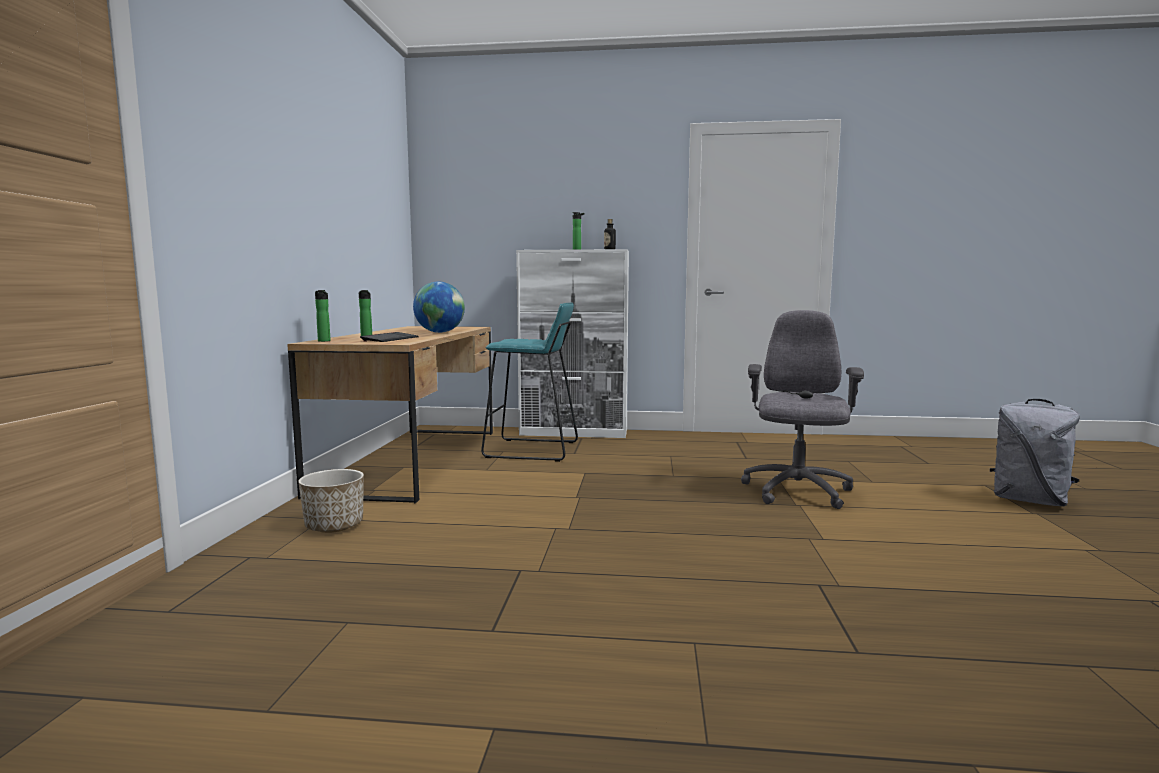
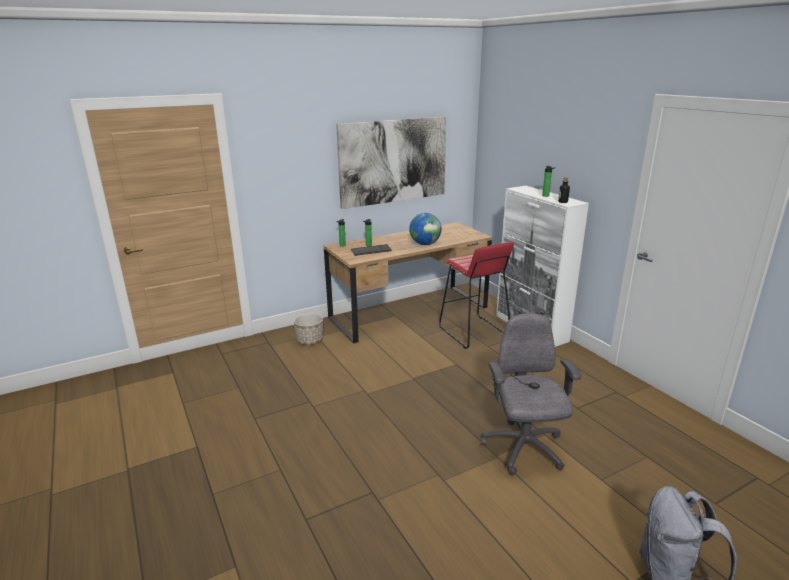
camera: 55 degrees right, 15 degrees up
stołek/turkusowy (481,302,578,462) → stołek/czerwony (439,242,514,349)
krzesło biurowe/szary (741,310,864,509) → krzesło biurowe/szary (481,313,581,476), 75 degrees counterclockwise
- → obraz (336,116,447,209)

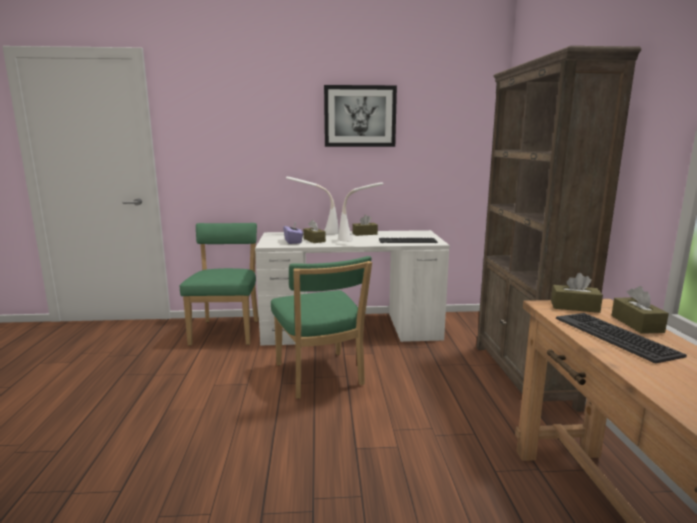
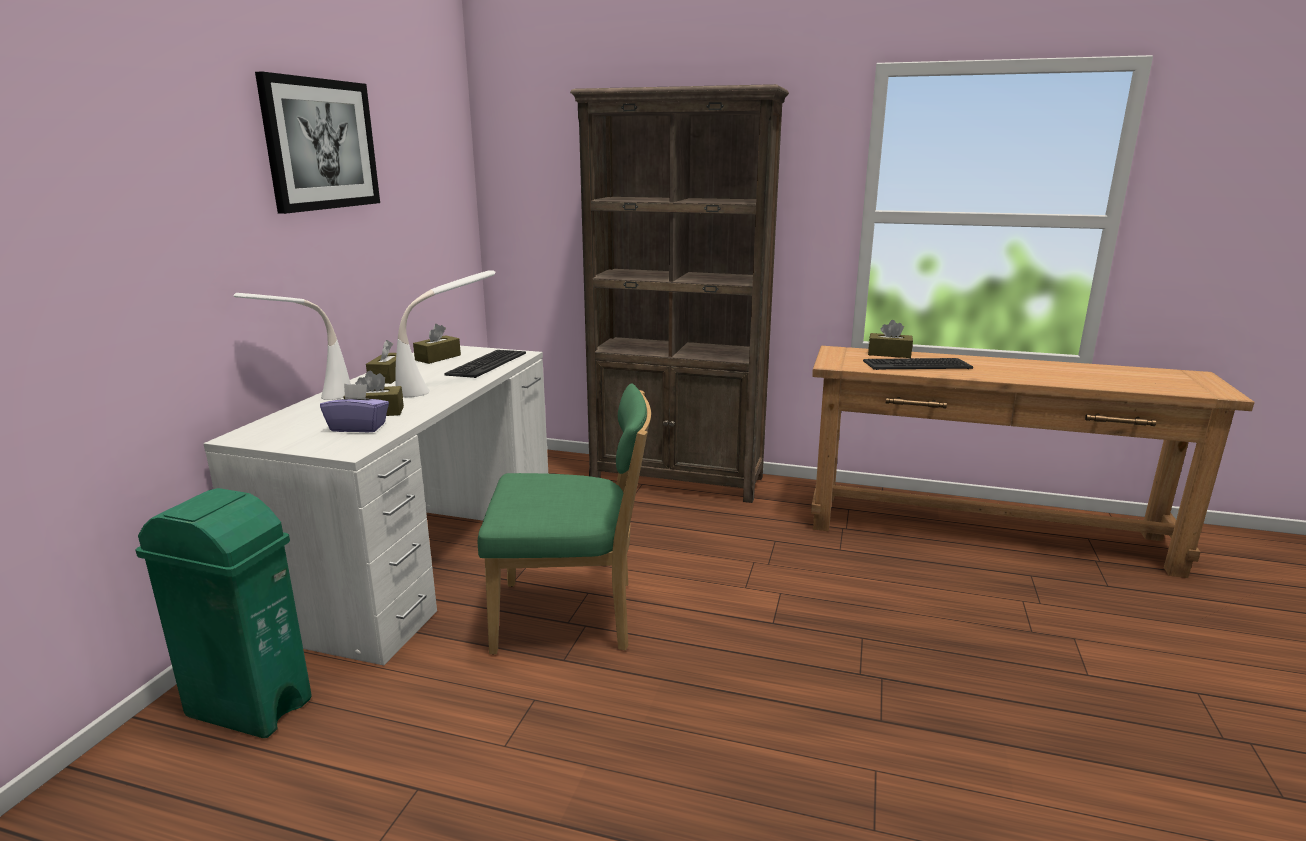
camera: 70 degrees left, 5 degrees up
krzesło/zielony (180,223,259,346) → kosz na śmieci/zielony (135,488,312,738)
pudełko chusteczek/brązowy (551,273,603,313) → pudełko chusteczek/brązowy (413,324,461,364), shifted

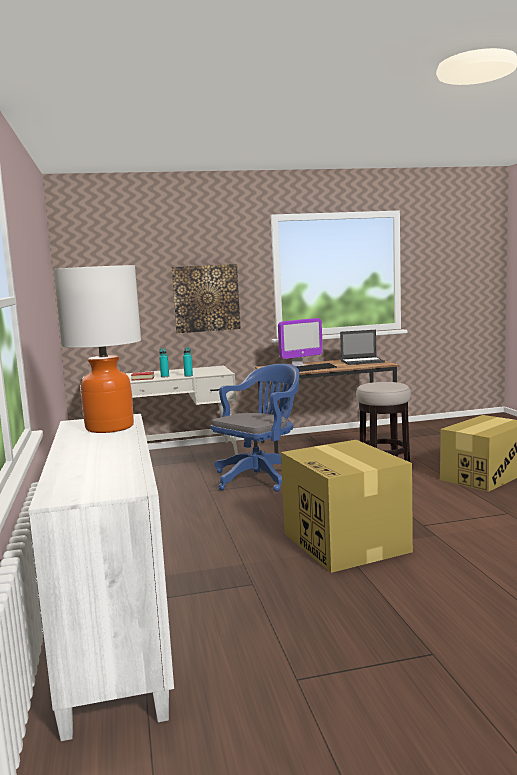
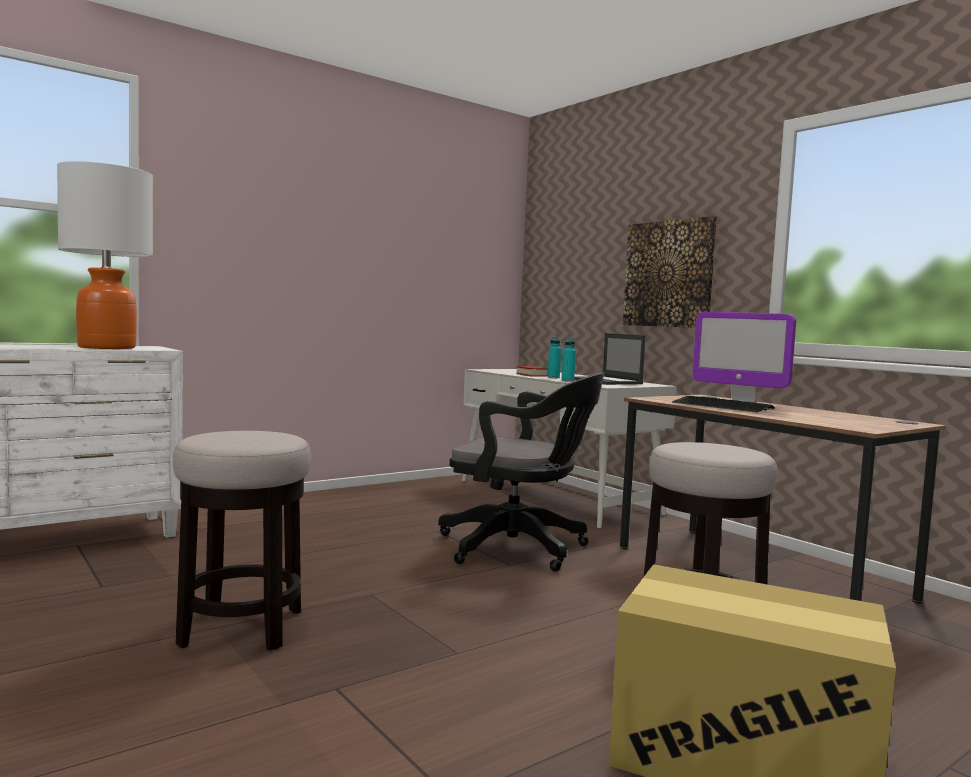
camera: 65 degrees right, 5 degrees down
krzesło biurowe/niebieski (211,364,299,492) → krzesło biurowe/czarny (438,372,605,572)
karton (281,440,413,573) → stołek (173,431,311,650)
laptop (340,330,385,365) → laptop (574,333,645,385), shifted

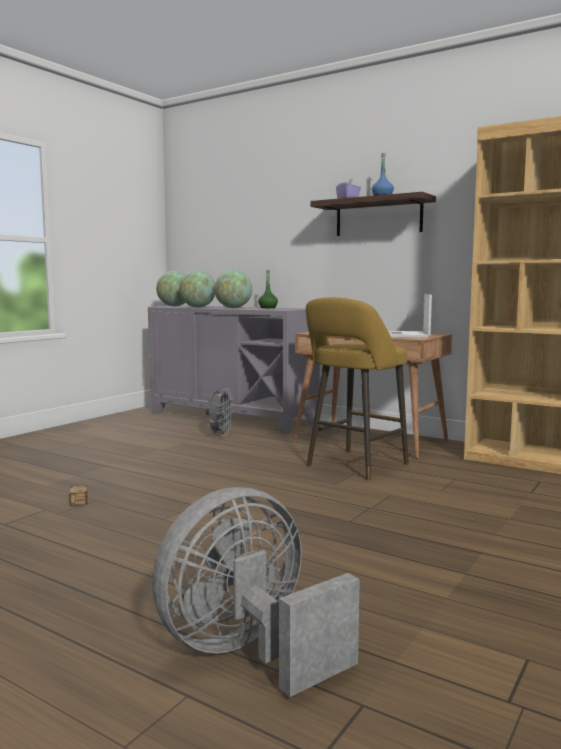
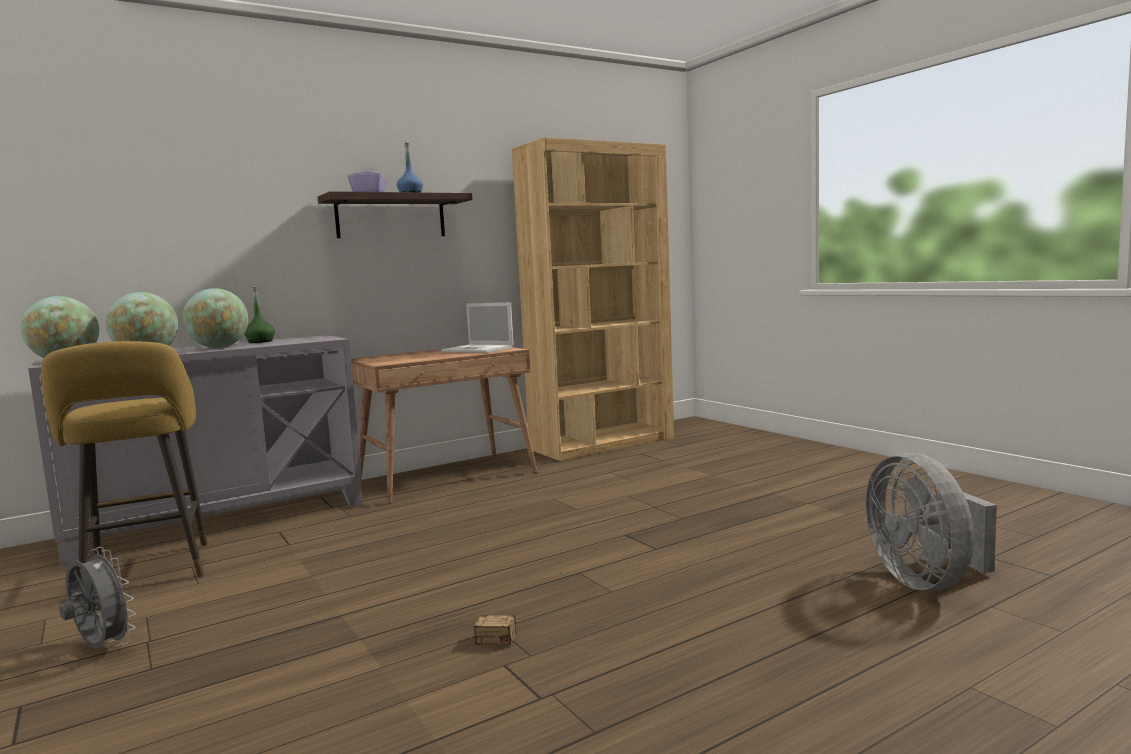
camera: 65 degrees left, 0 degrees up
wentylator/szary (206,388,234,436) → wentylator/szary (59,547,136,649), shifted
stołek/żółty (306,297,409,480) → stołek/żółty (41,341,207,577), shifted

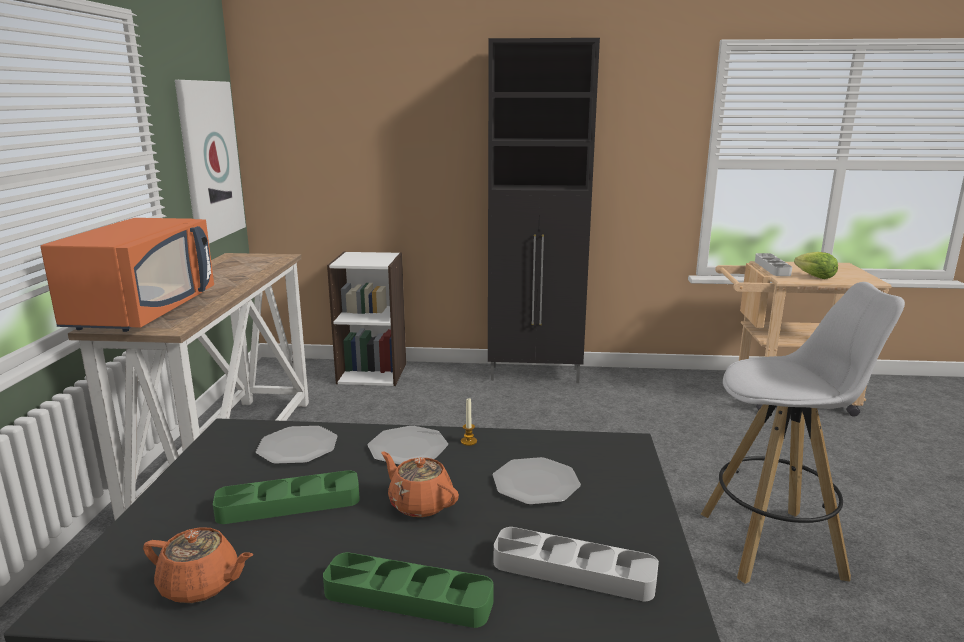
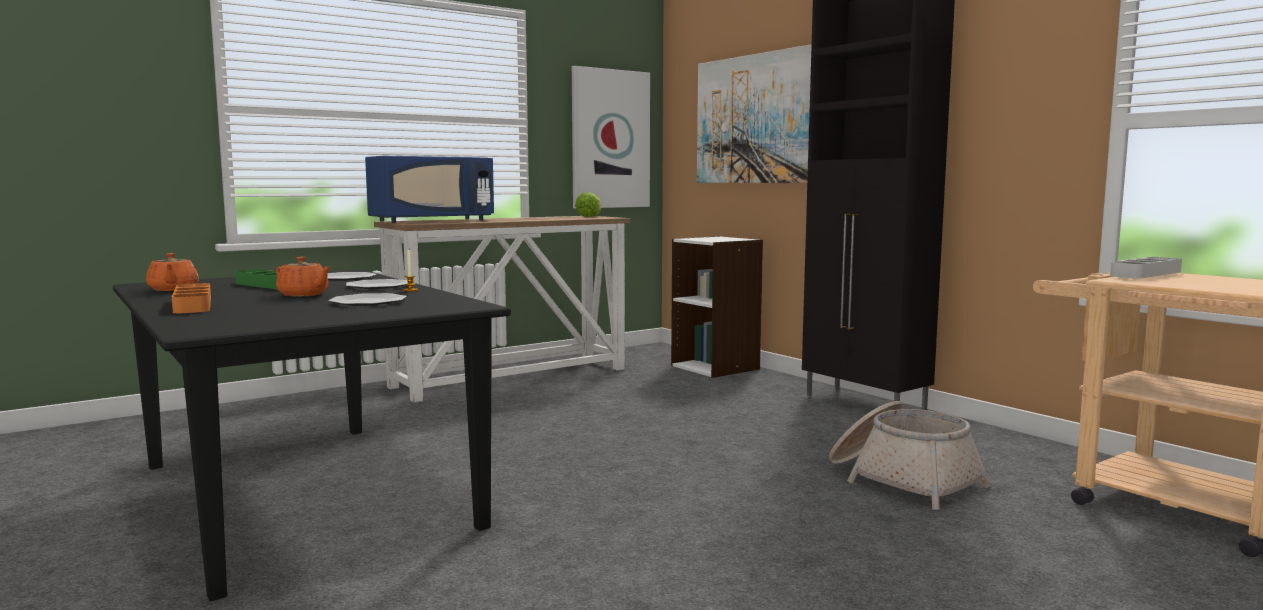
camera: 50 degrees right, 10 degrees down
mikrofalówka/pomarańczowy (40,218,214,332) → mikrofalówka/niebieski (365,156,494,223)
taca/zielony (323,552,493,628) → taca/pomarańczowy (172,283,211,313)
imbryk/pomarańczowy (381,452,459,517) → imbryk/pomarańczowy (276,257,331,297), 120 degrees clockwise
taca/szary (494,527,659,601) → -
stołek/biały (701,282,905,584) → -
sałata (794,252,838,279) → sałata (575,192,601,217), shifted
- → obraz (697,44,812,183)
- → koszyk (829,401,991,510)

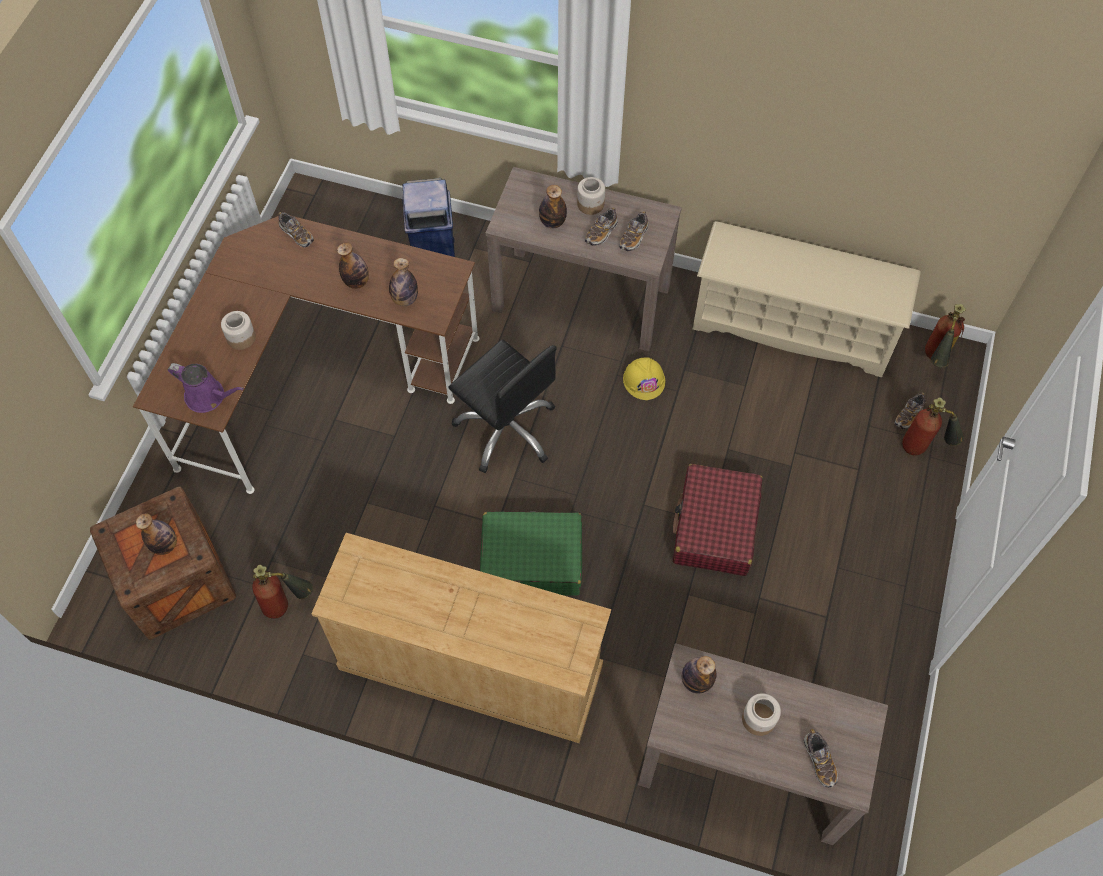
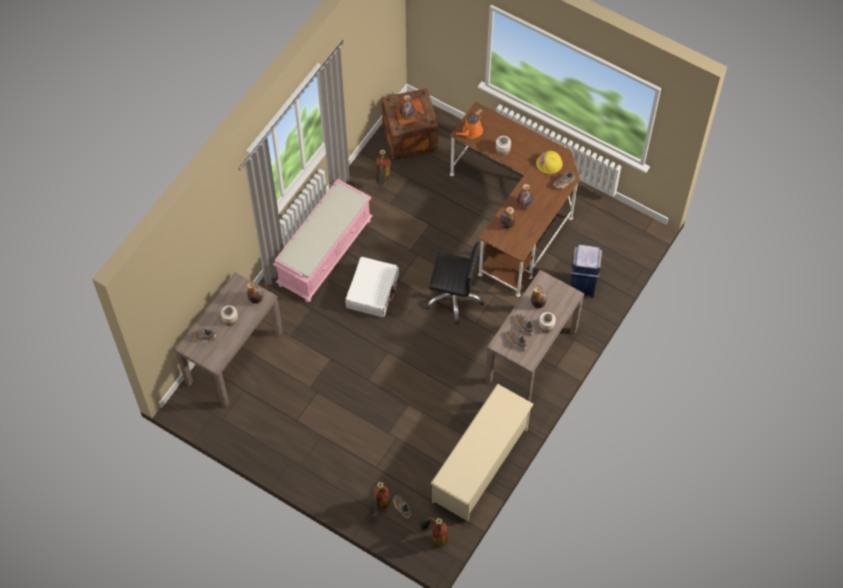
camera: 105 degrees right, 0 degrees up
konewka/fioletowy (168,363,244,413) → konewka/pomarańczowy (455,109,483,139)
komoda/beżowy (311,533,611,743) → ławka/różowy (273,179,373,302)
krzesło biurowe/czarny (448,339,557,473) → krzesło biurowe/czarny (425,242,485,324), 135 degrees counterclockwise
walizka/zielony (480,511,582,595) → walizka/biały (345,256,399,318)
kask/żółty (623,358,666,400) → kask/żółty (536,151,563,174), shifted
walizka/czerwony (673,464,763,576) → -

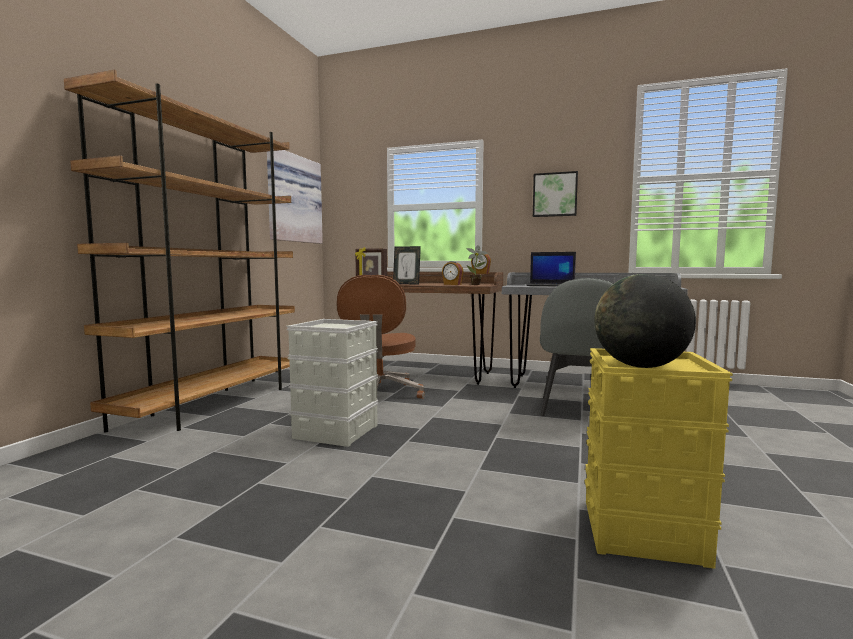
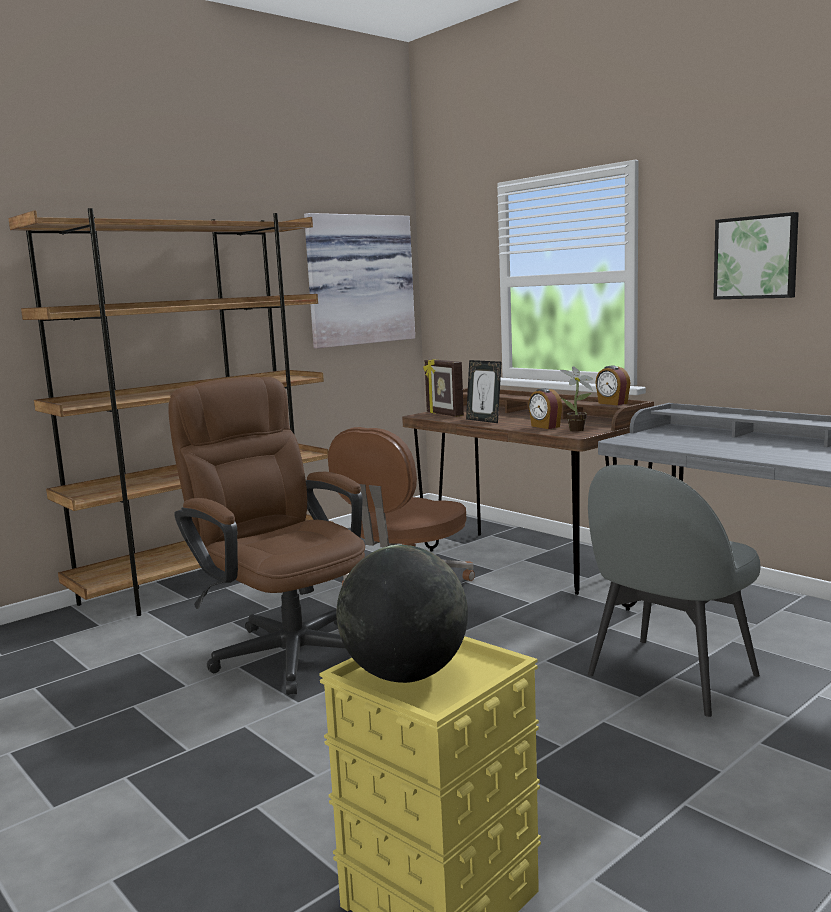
camera: 30 degrees right, 5 degrees up
pojemnik do przechowywania/szary (287,319,379,447) → krzesło biurowe/brązowy (168,377,365,695)
laptop (526,252,576,286) → -

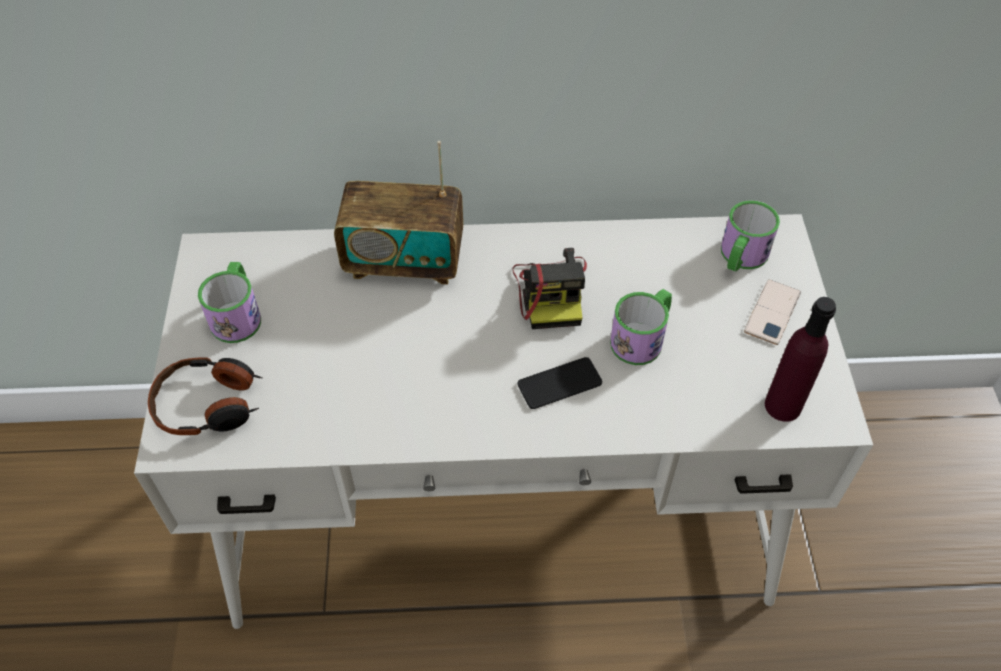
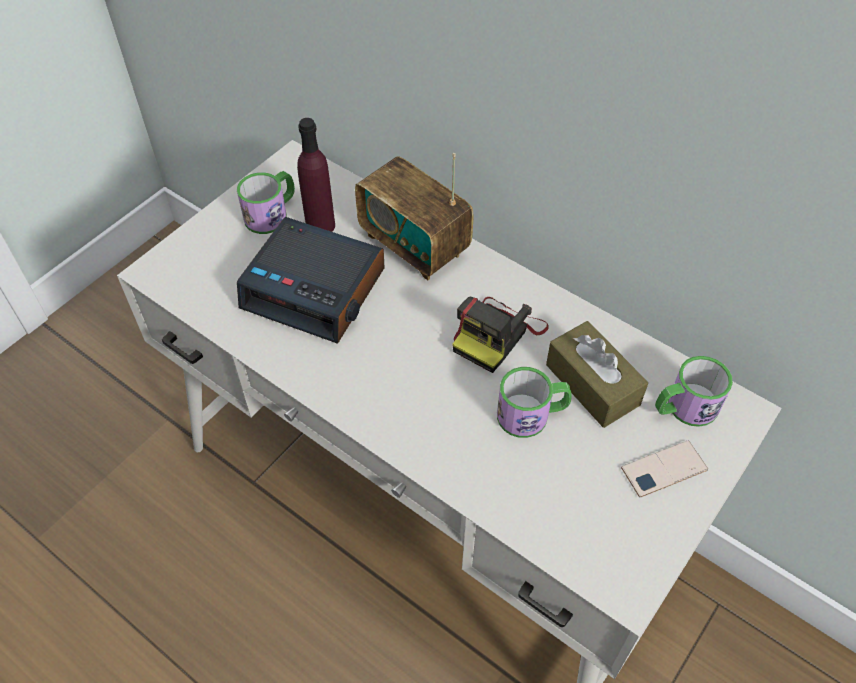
camera: 40 degrees right, 0 degrees up
słuchawki (148,357,263,435) → -
telefon (518,357,602,409) → -
butelka/fioletowy (765,297,836,422) → butelka/fioletowy (297,118,335,232), shifted
- → budzik (237,217,385,344)
- → pudełko chusteczek/brązowy (546,321,648,428)

